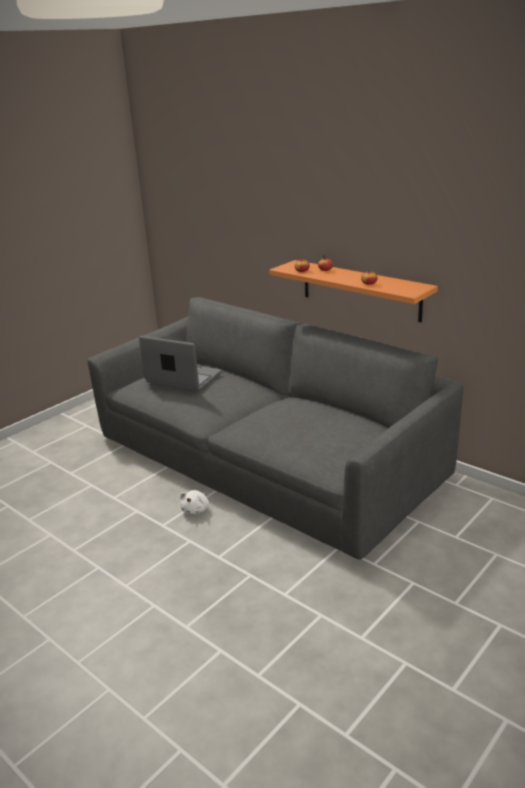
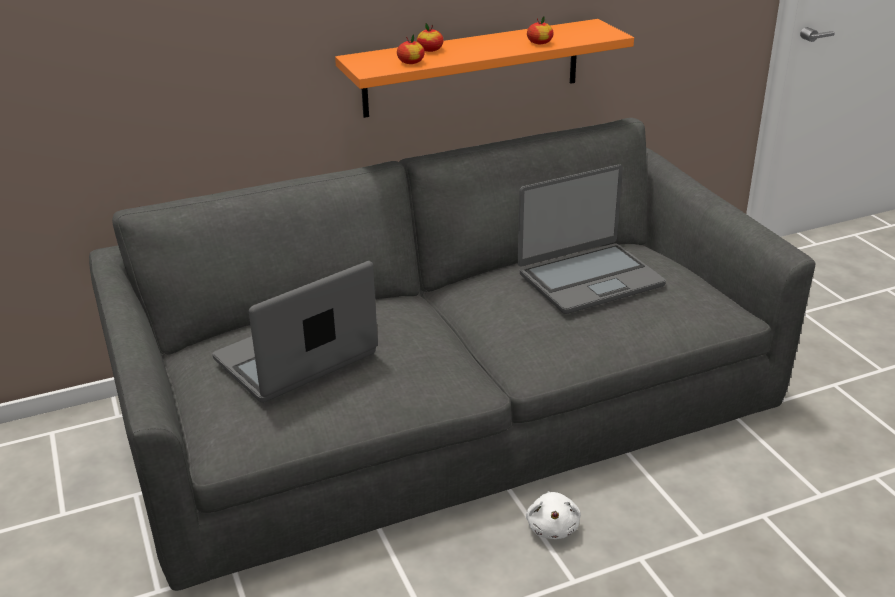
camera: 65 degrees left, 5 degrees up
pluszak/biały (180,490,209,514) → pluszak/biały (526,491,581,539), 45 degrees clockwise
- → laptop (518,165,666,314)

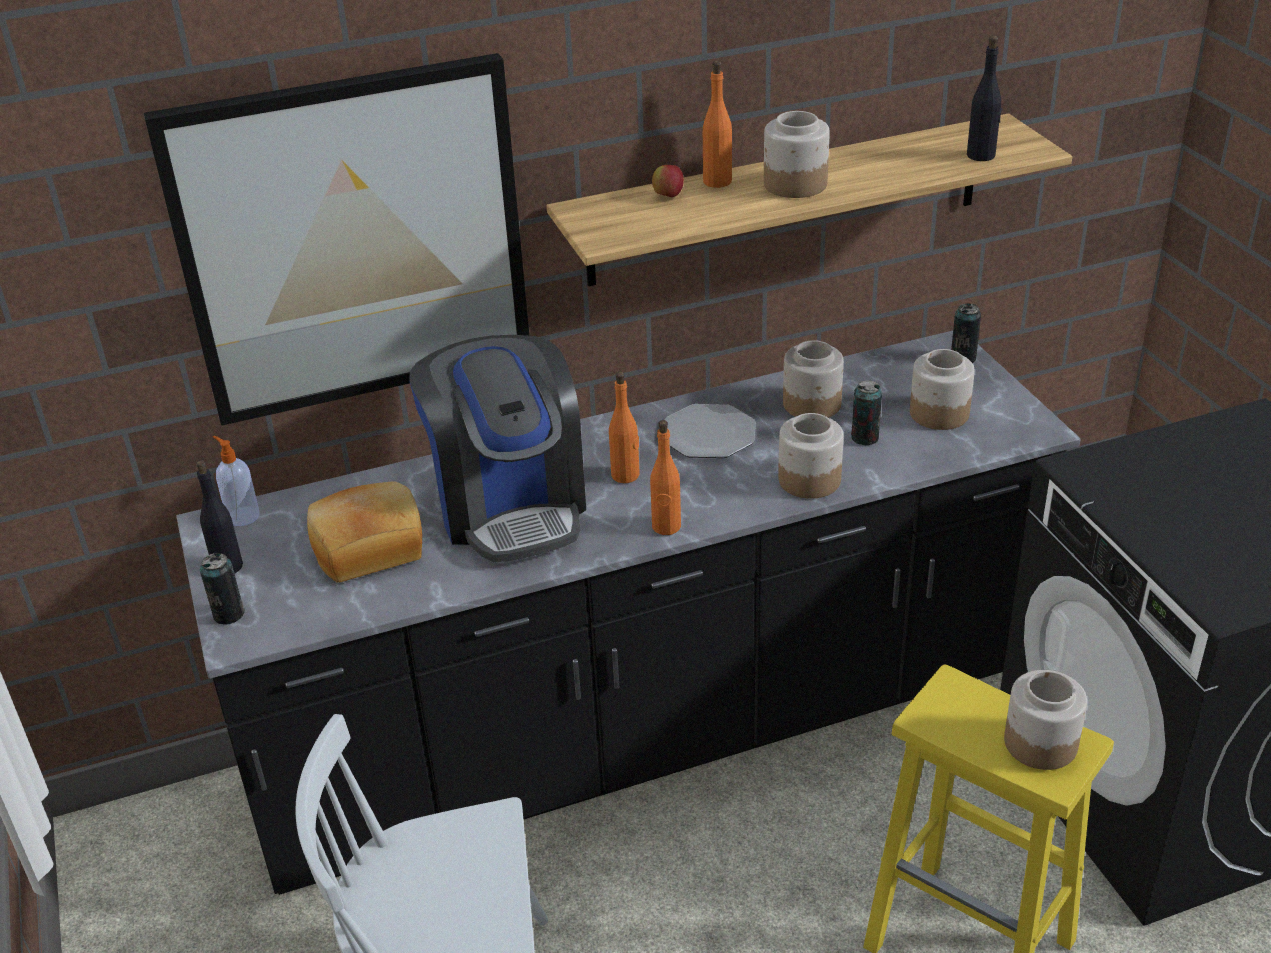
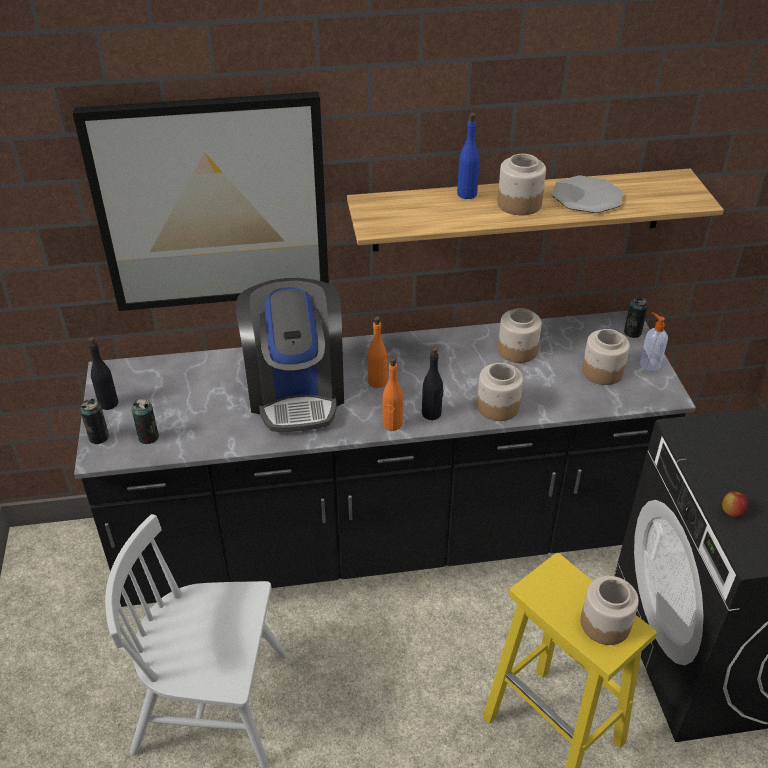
camera: 10 degrees right, 5 degrees up
dozownik mydła (213,436,260,526) → dozownik mydła (640,312,668,371), shifted
chleb (307,481,422,583) → -
jabłko (652,165,684,197) → jabłko (722,491,748,518), shifted
talerz (664,404,756,458) → talerz (552,175,623,213), shifted
butelka/pomarańczowy (703,61,732,188) → butelka/niebieski (457,113,480,199)
puszka (851,380,882,445) → puszka (132,399,159,444), shifted
butelka/czarny (967,36,1002,161) → butelka/czarny (422,347,443,420), shifted

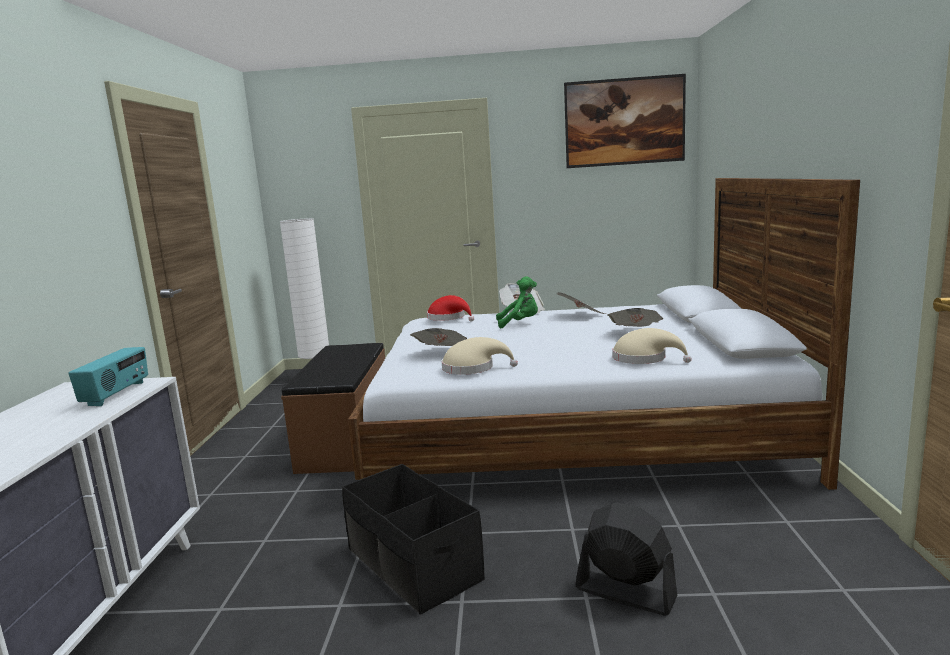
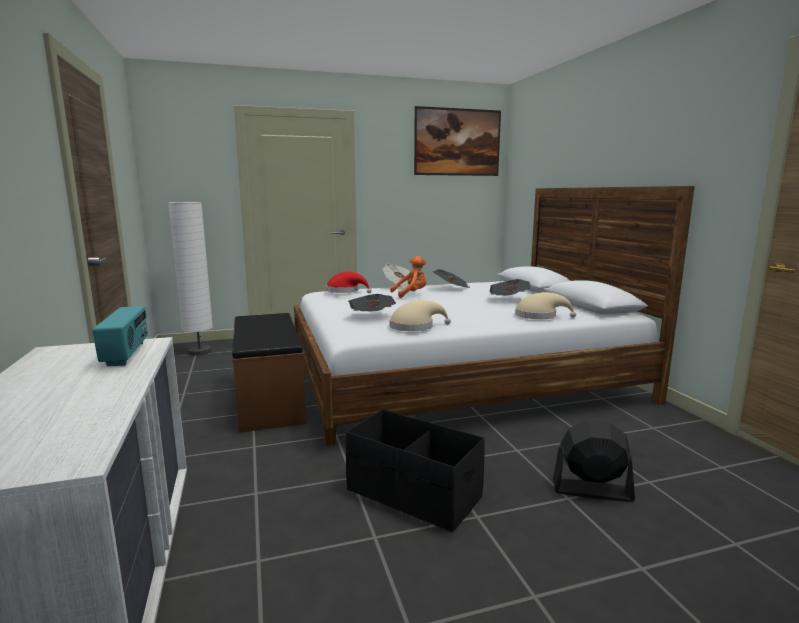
camera: 20 degrees left, 0 degrees up
pluszak/zielony (496,276,538,329) → pluszak/pomarańczowy (390,256,427,298)

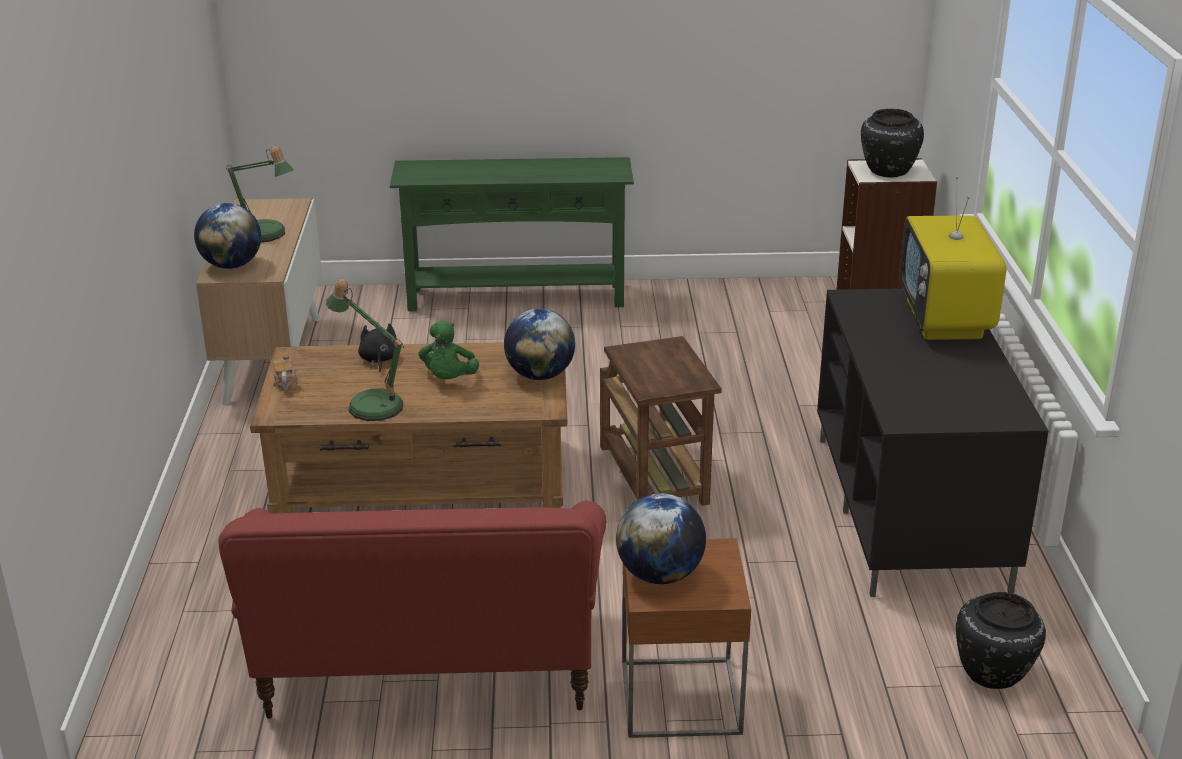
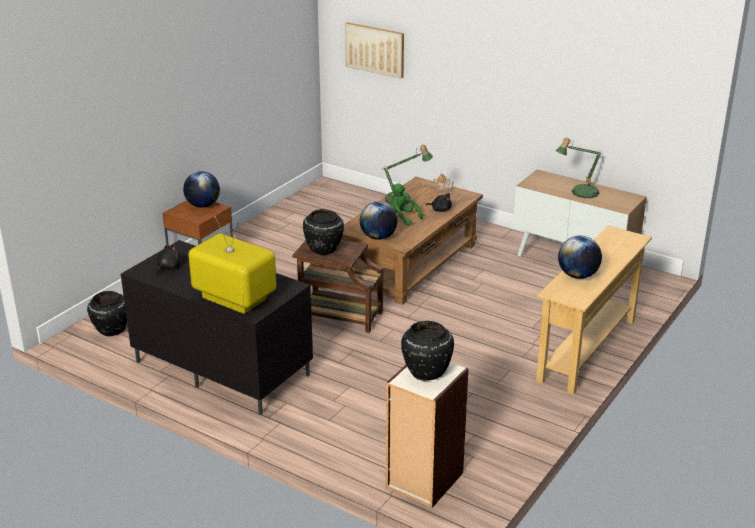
camera: 125 degrees right, 0 degrees up
globus (194,203,261,269) → globus (558,236,602,279), shifted
kanapa/czerwony (218,500,606,719) → -
stolik konsolowy/zielony (390,157,634,311) → stolik konsolowy/beżowy (536,226,652,395)
- → pluszak/czarny (154,245,181,275)
- → wazon/czarny (303,209,344,255)
- → obraz (345,22,404,78)

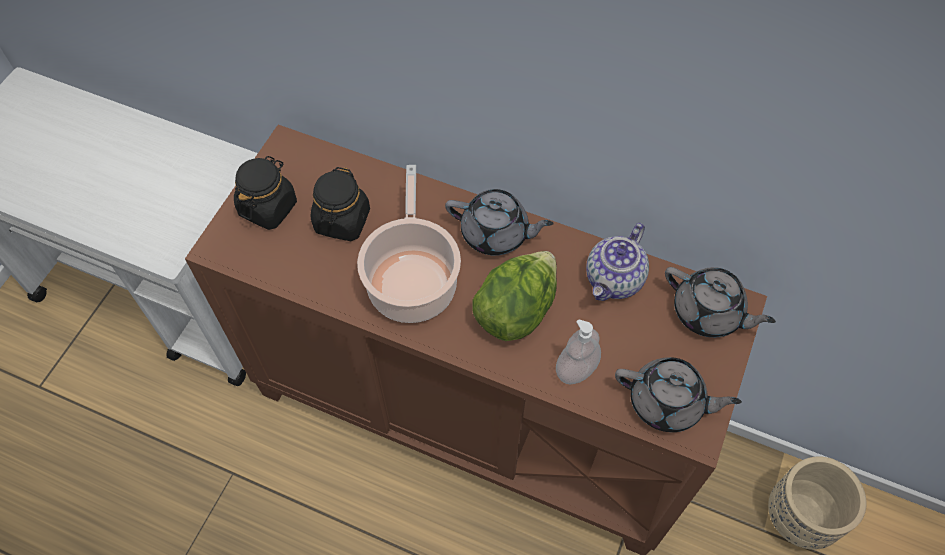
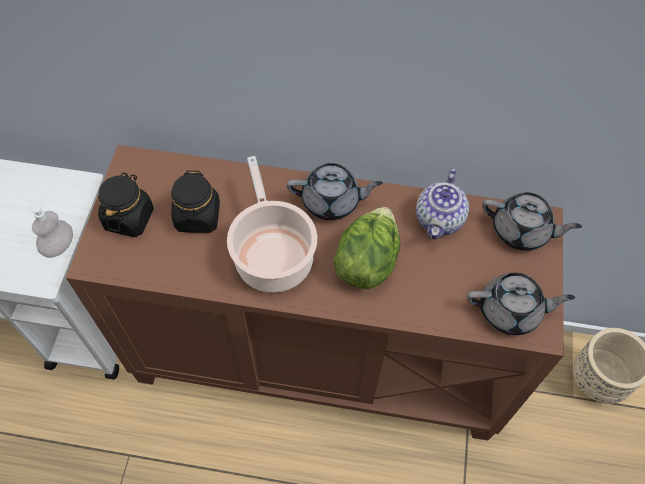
camera: 15 degrees left, 0 degrees up
dozownik mydła (556,319,601,384) → dozownik mydła (29,204,73,258), shifted

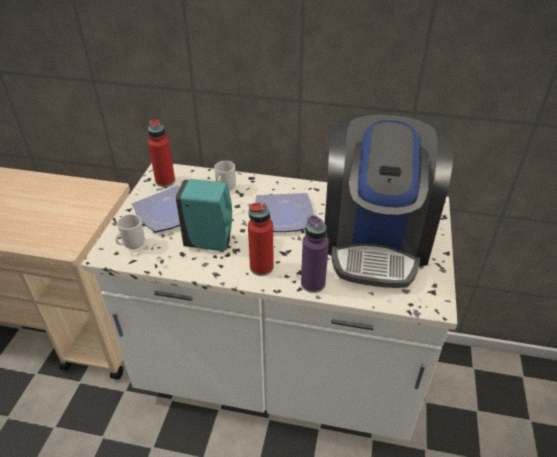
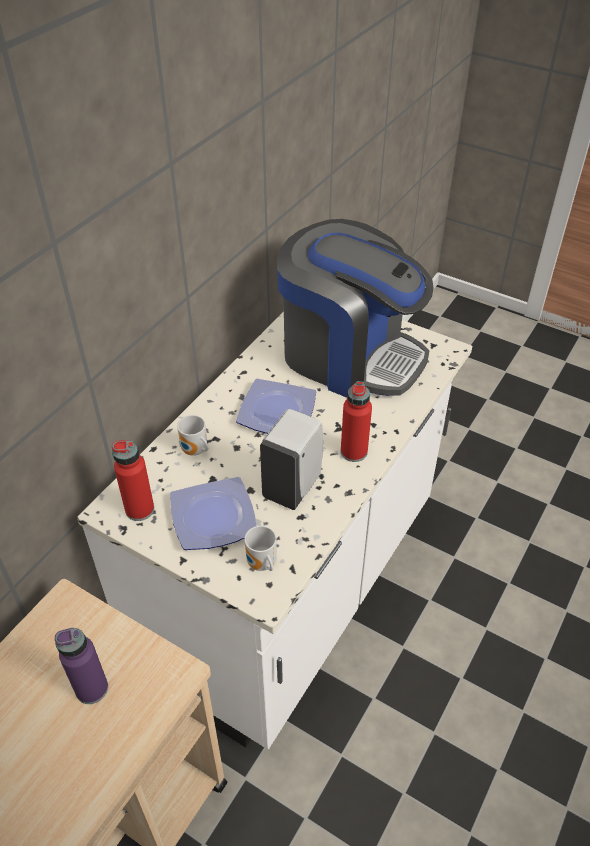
camera: 70 degrees left, 5 degrees up
dozownik mydła/turkusowy (176,179,232,251) → dozownik mydła/biały (260,409,323,510)
butelka/fioletowy (301,215,329,293) → butelka/fioletowy (55,628,108,704), shifted

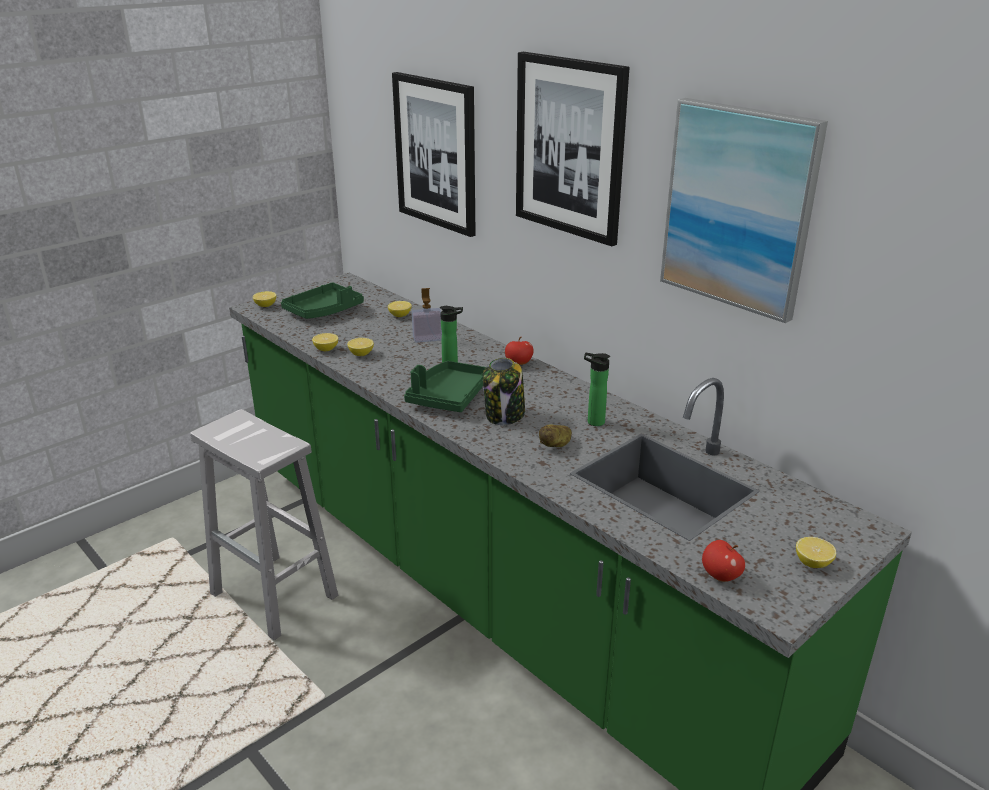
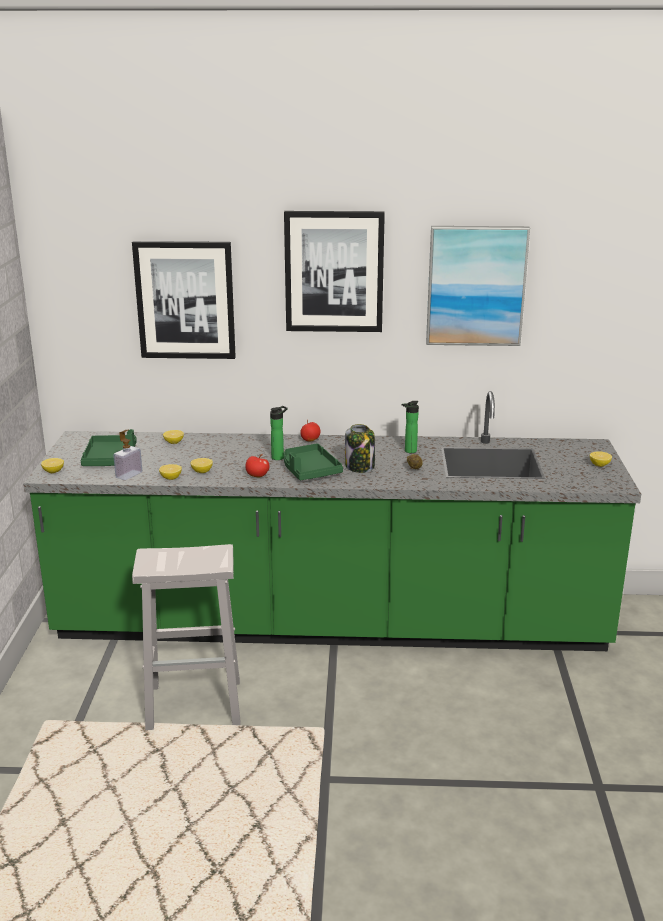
camera: 45 degrees left, 5 degrees down
dozownik mydła (412,288,442,343) → dozownik mydła (113,430,142,480), shifted
jabłko (702,540,745,582) → jabłko (245,454,269,478), shifted

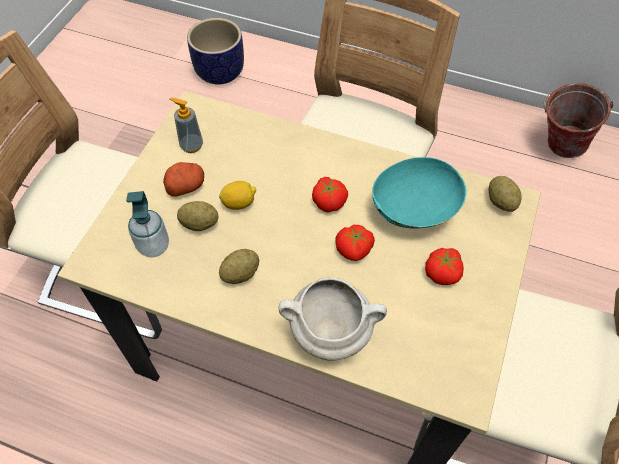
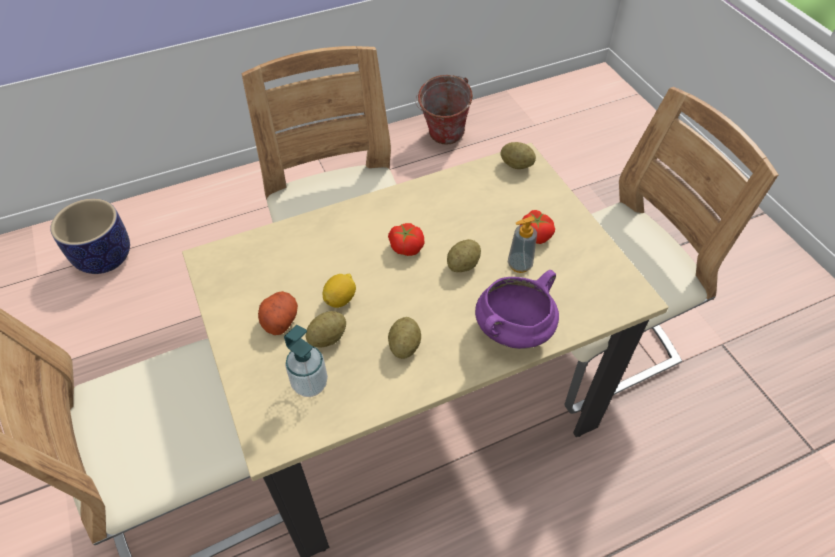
camera: 45 degrees left, 5 degrees down
dozownik mydła (170,98,203,153) → dozownik mydła (508,216,537,273), shifted
garnek/biały (279,278,387,361) → garnek/fioletowy (475,270,559,349)
pomidor (336,225,375,261) → ziemniak (447,239,481,272)
miska/turkusowy (372,157,467,229) → -

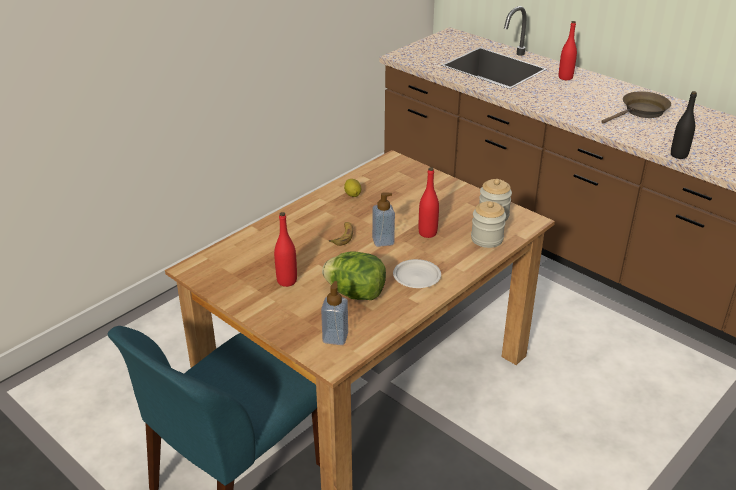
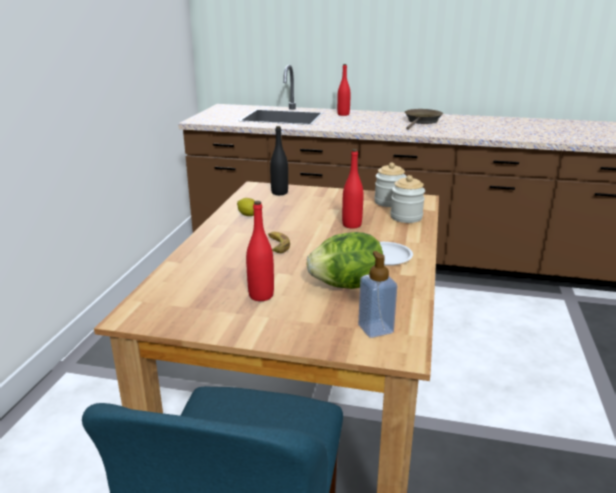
camera: 30 degrees left, 10 degrees down
dozownik mydła (372,193,395,247) → -
butelka/czarny (671,91,697,159) → butelka/czarny (270,126,288,195), shifted

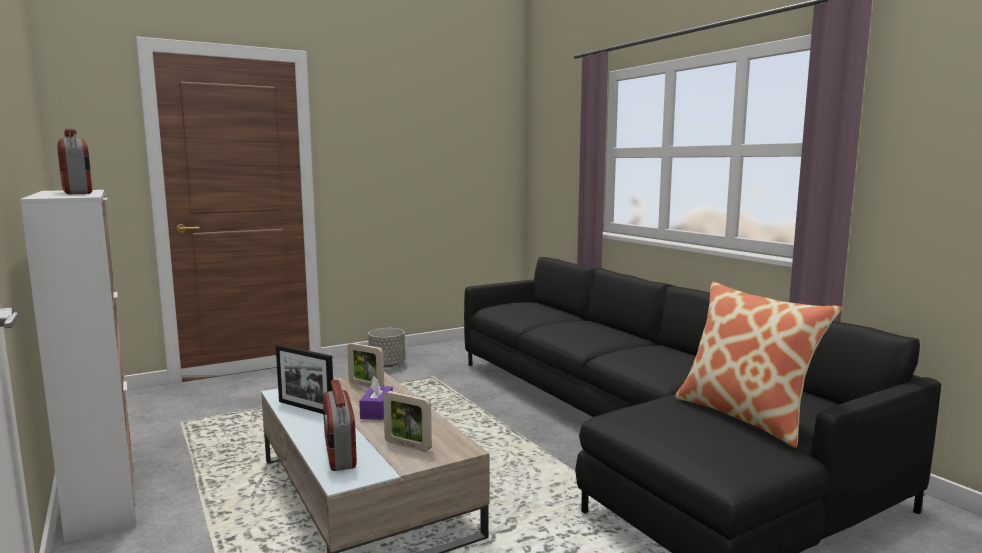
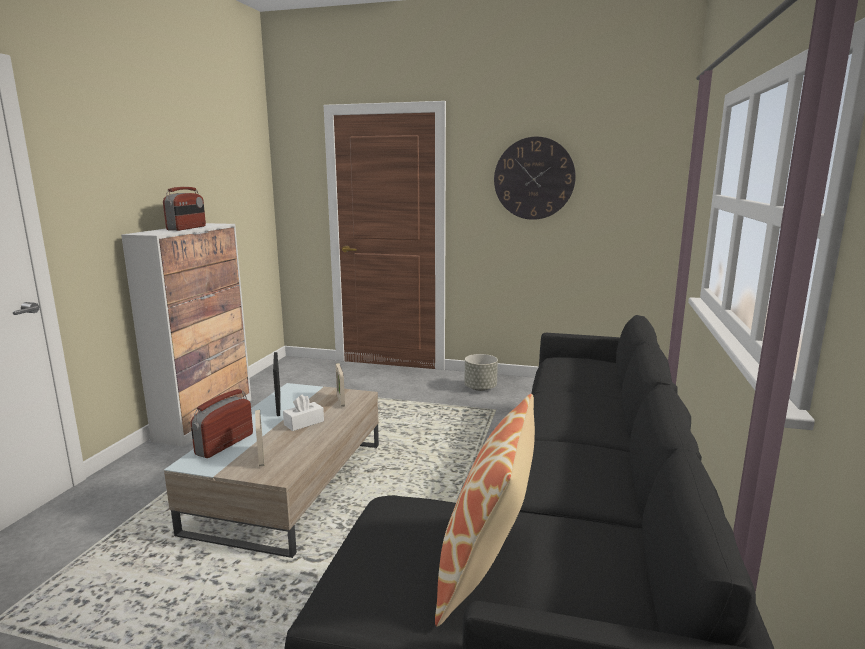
camera: 45 degrees right, 5 degrees up
pudełko chusteczek/fioletowy (359,376,393,420) → pudełko chusteczek/biały (283,394,324,431)
- → zegar ścienny (494,137,576,220)

